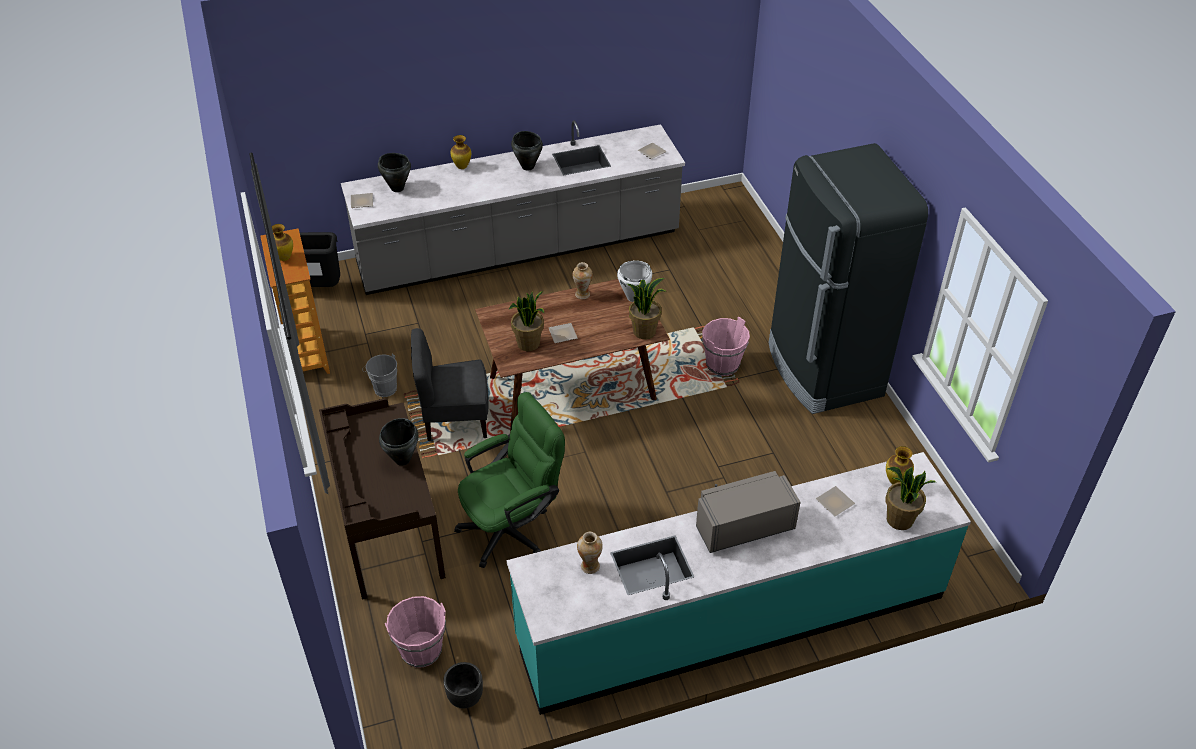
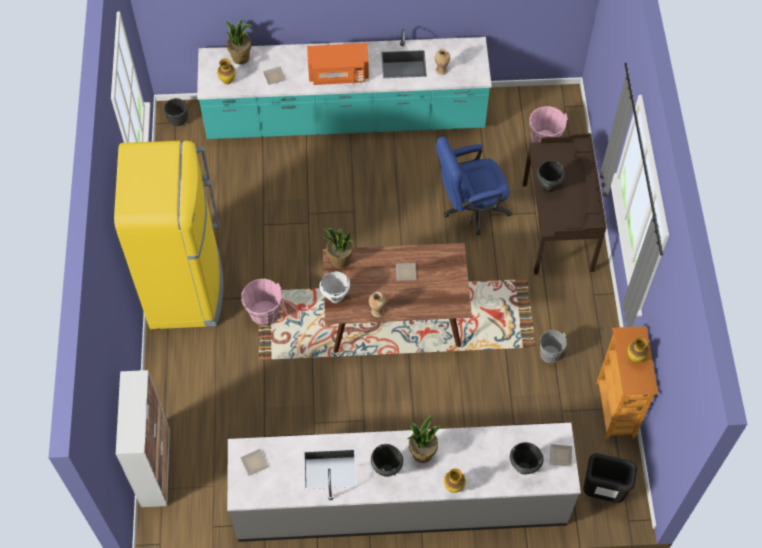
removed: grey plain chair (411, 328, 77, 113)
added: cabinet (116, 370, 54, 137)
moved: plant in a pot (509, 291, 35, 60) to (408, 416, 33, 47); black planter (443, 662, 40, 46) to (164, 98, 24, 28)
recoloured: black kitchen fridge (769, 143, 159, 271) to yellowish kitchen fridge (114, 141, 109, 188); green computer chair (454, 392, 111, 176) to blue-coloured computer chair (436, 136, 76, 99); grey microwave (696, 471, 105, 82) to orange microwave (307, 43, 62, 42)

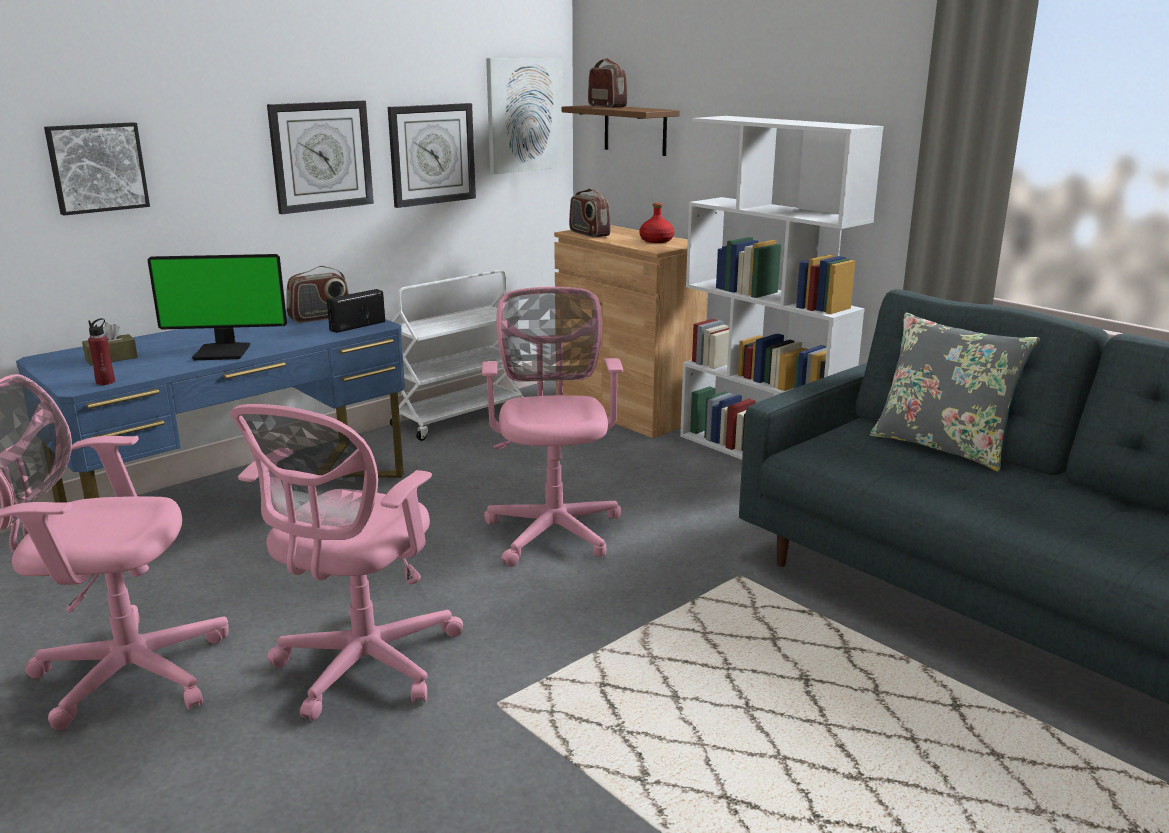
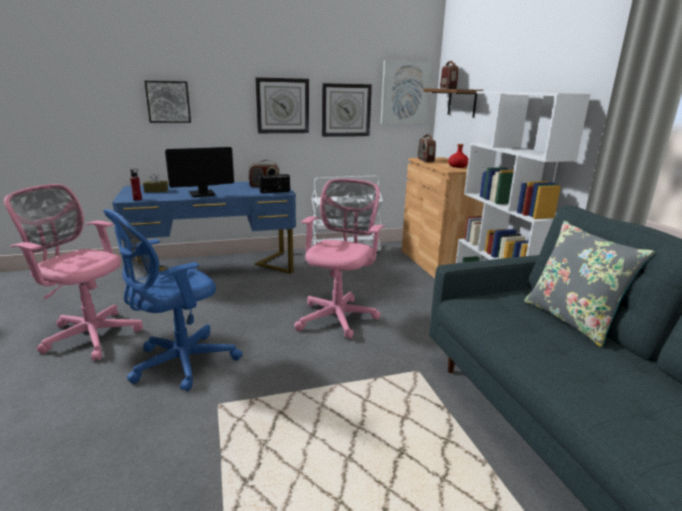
recoloured: pink computer chair (230, 404, 233, 316) to blue-coloured computer chair (103, 209, 140, 182)
turned: computer display (148, 254, 139, 106) = (165, 147, 69, 50) 135 degrees clockwise

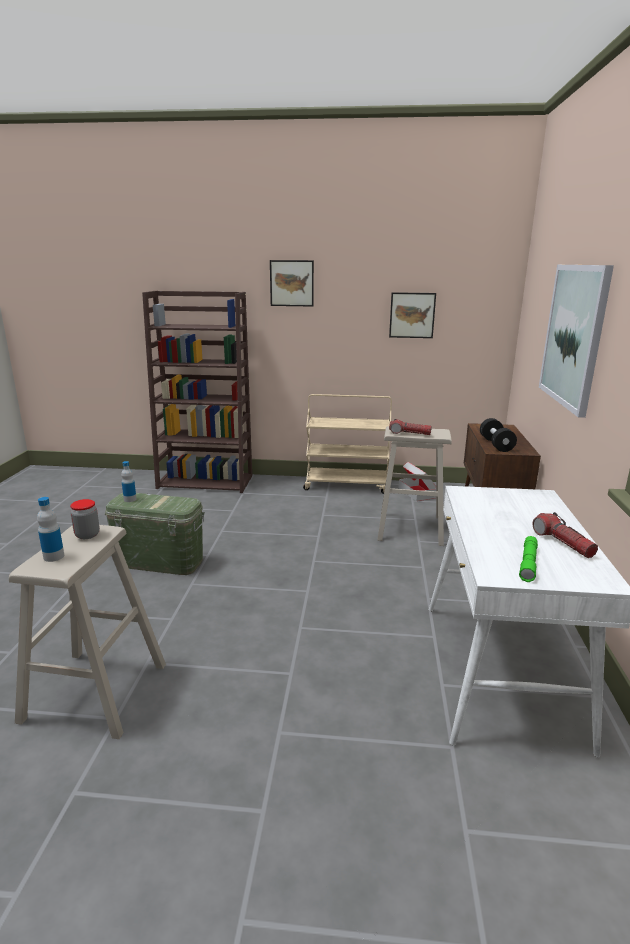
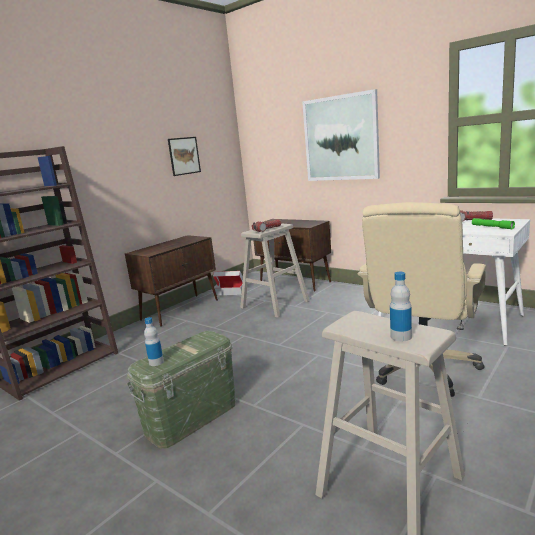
removed: wall picture (270, 260, 44, 46); black free weight (480, 418, 37, 34); storage jar (70, 499, 30, 40)
added: beige computer chair (357, 202, 129, 195)
replaced: beige trolley (303, 394, 89, 100) to brown cabinet (125, 235, 93, 92)

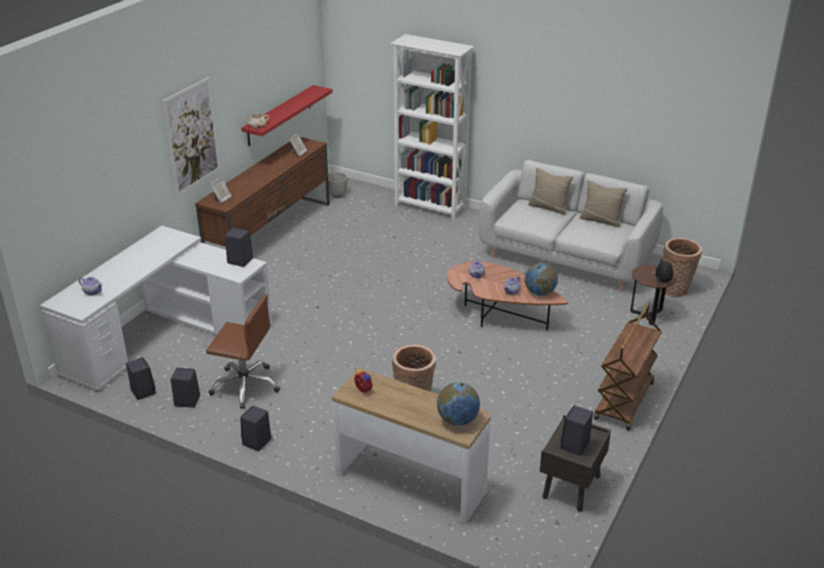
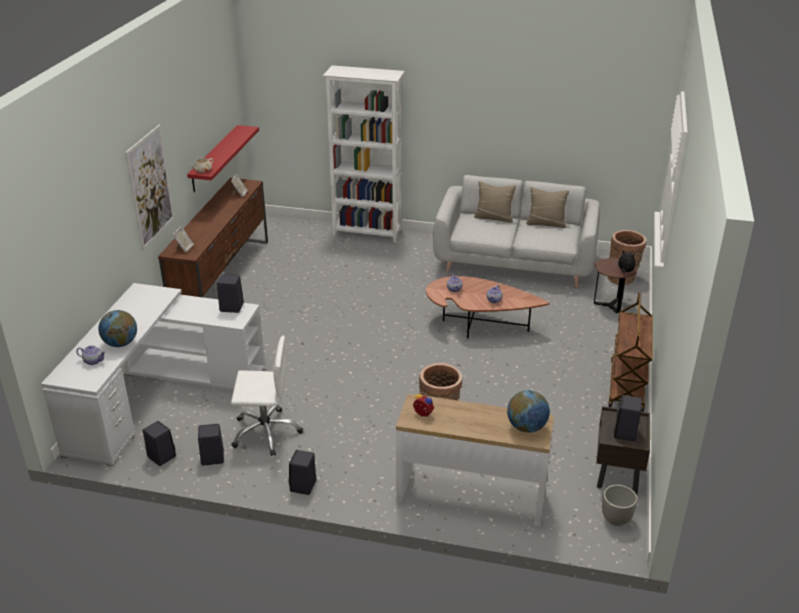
moved: planter (328, 172, 20, 26) to (602, 485, 36, 41); desk globe (525, 263, 33, 33) to (98, 310, 39, 37)
recoloured: brown computer chair (206, 294, 74, 115) to white-coloured computer chair (231, 336, 72, 120)

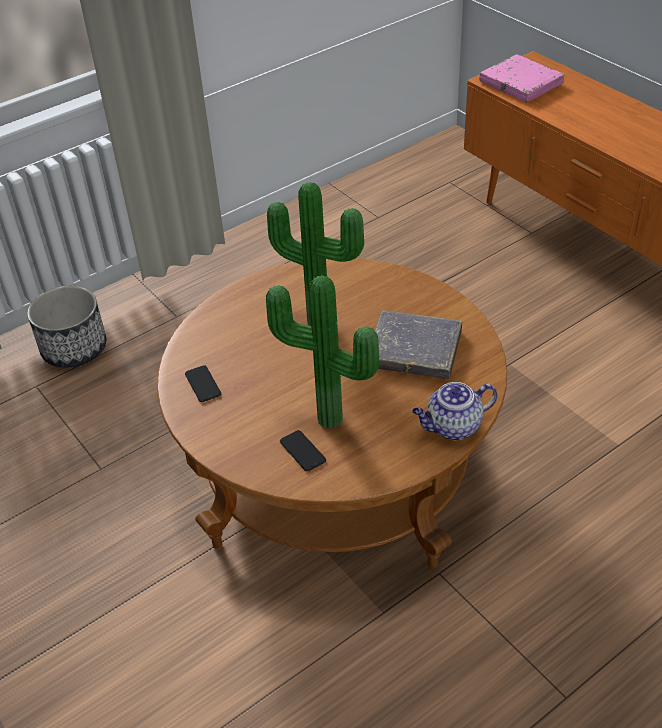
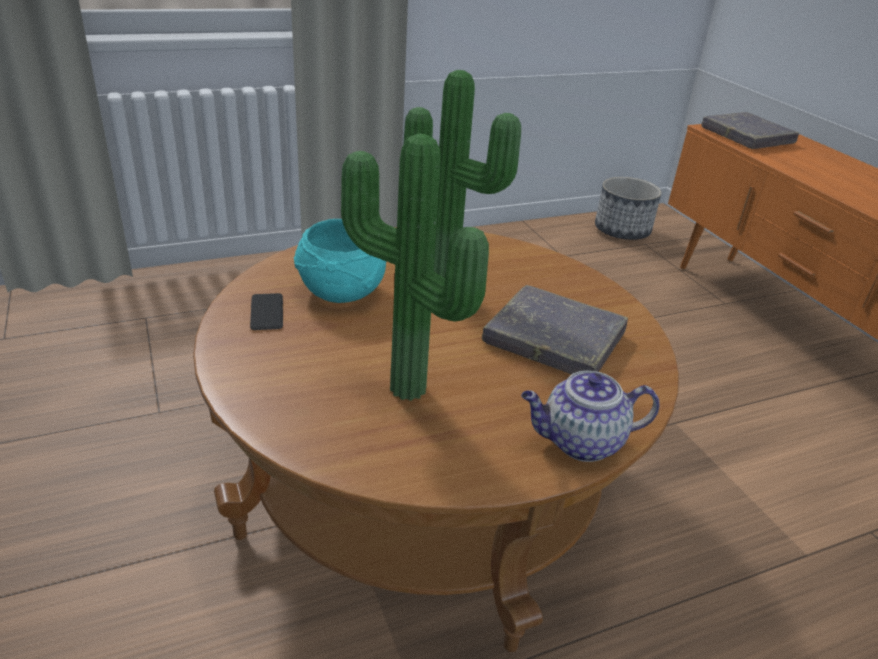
removed: phone (280, 430, 46, 42)
added: turquoise deep dish (294, 219, 92, 84)
moved: planter (27, 286, 79, 81) to (595, 177, 67, 63)
recoloured: pink volume (479, 54, 85, 48) to grey volume (701, 112, 98, 37)

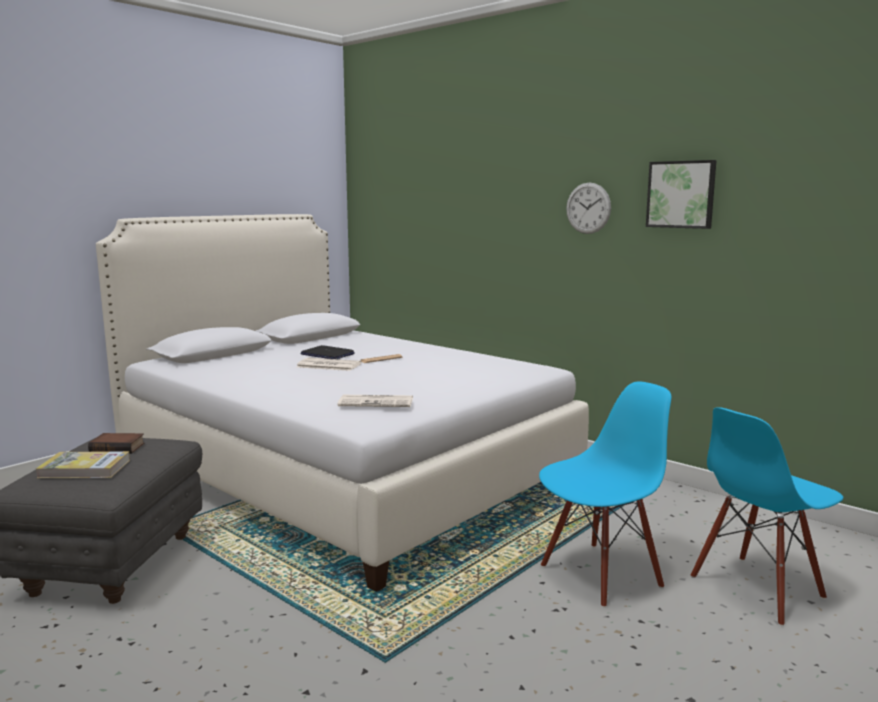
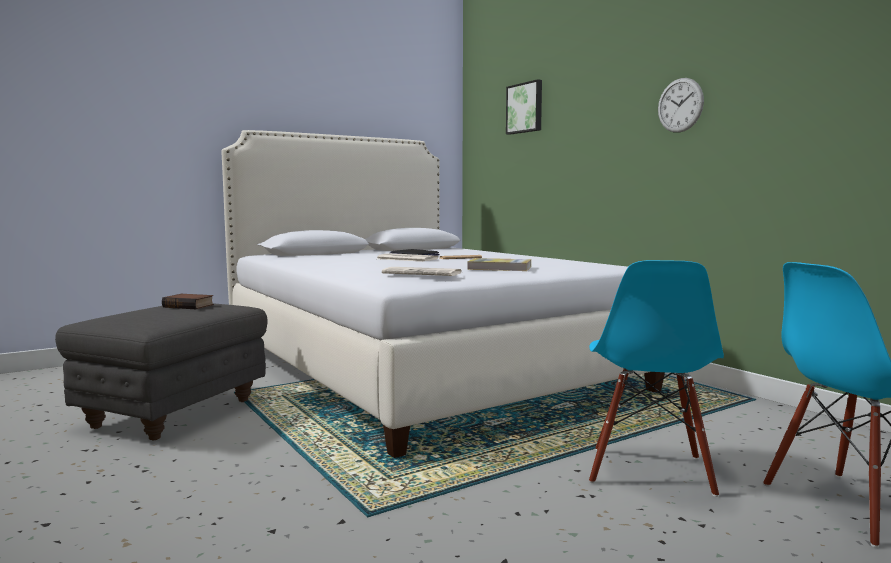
moved: wall picture (646, 160, 71, 69) to (506, 79, 36, 56); volume (36, 451, 94, 27) to (467, 258, 64, 13)
turned: blue-coloured plain chair (539, 382, 132, 226) = (589, 260, 135, 237) 120 degrees clockwise

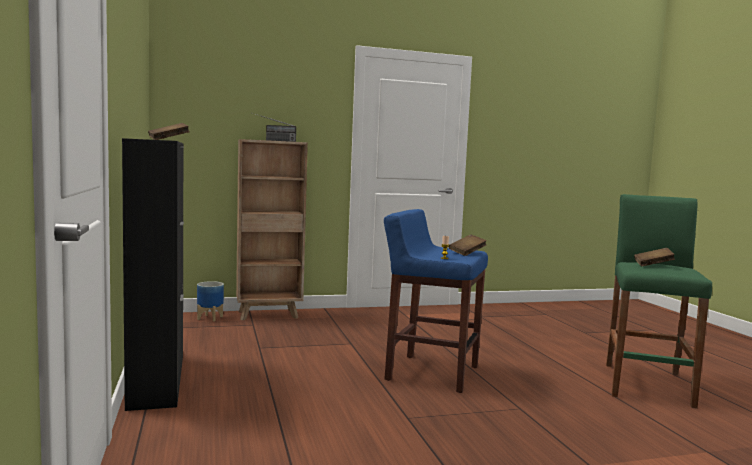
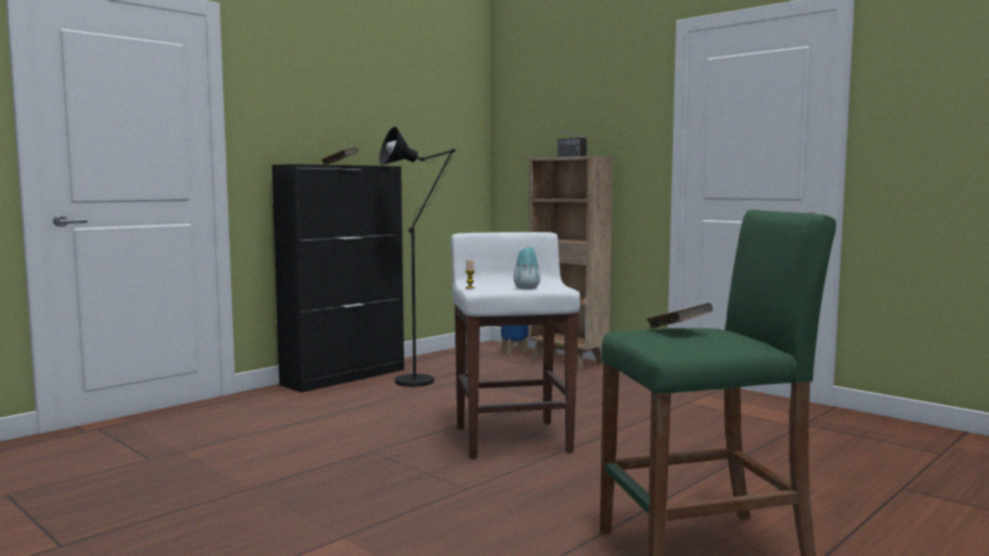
added: black floor lamp (379, 126, 89, 261)
replaced: brown volume (449, 234, 38, 22) to flower vase (513, 247, 27, 42)
recoloured: blue-coloured stool (384, 209, 104, 184) to white-coloured stool (451, 232, 129, 227)

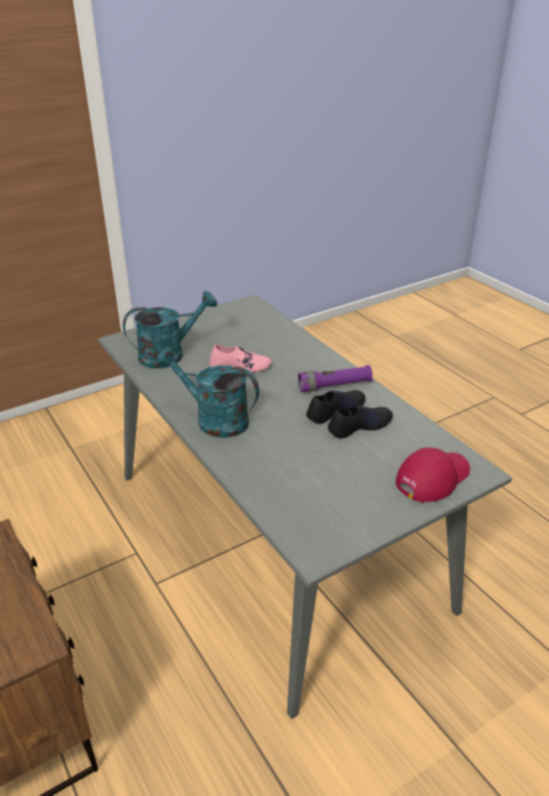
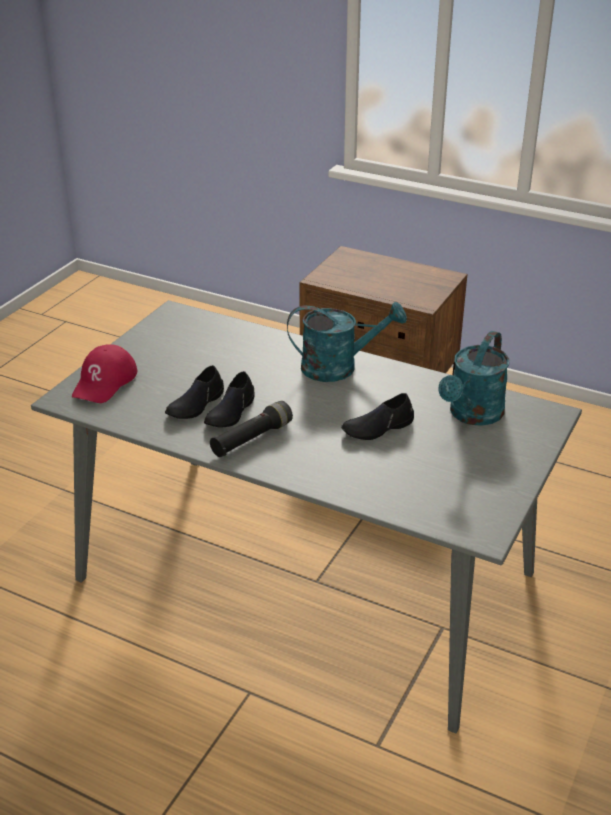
recoloured: pink shoe (210, 344, 61, 29) to black shoe (341, 393, 73, 47); purple-coloured hand torch (298, 365, 75, 27) to black hand torch (210, 401, 83, 56)

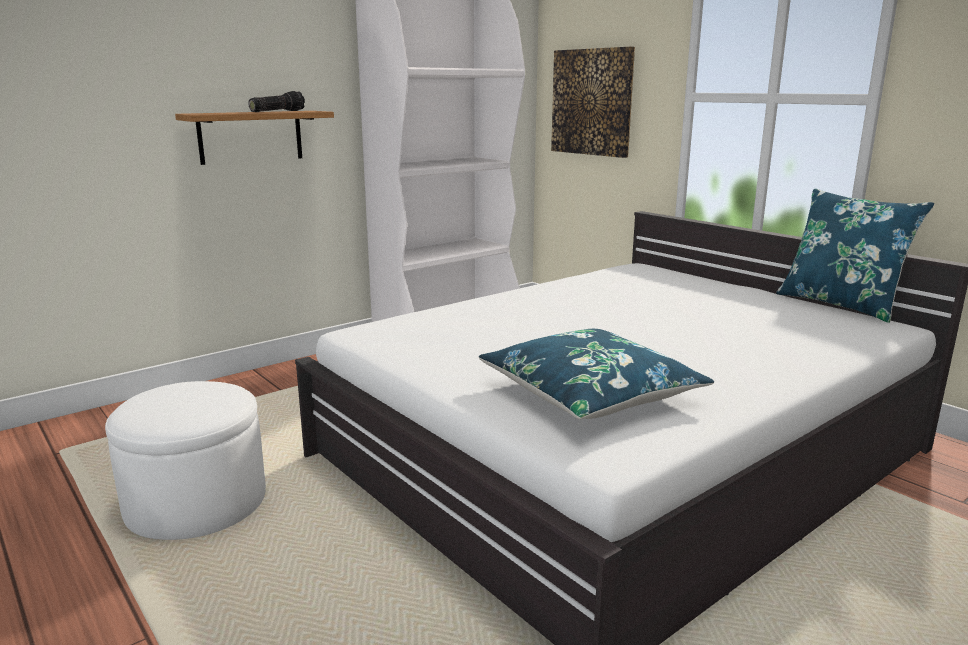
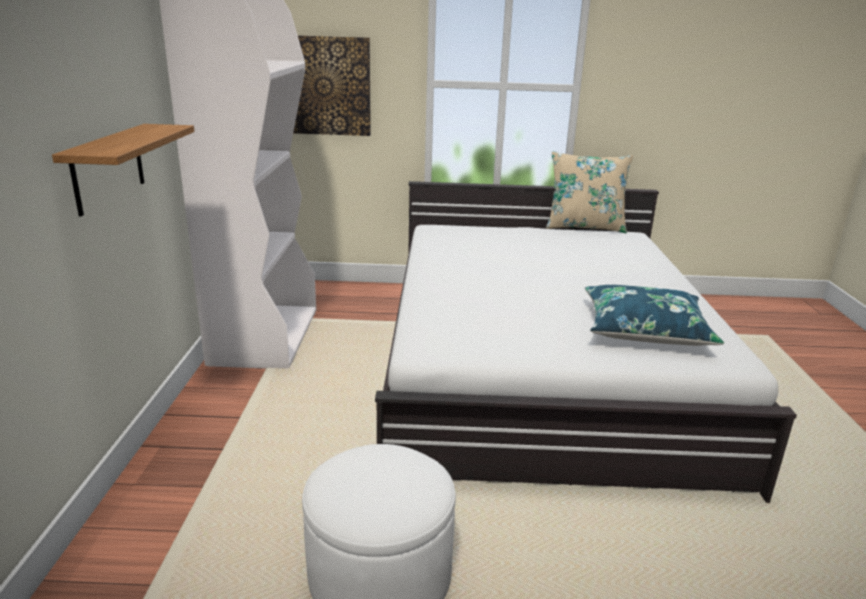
removed: hand torch (248, 91, 57, 21)
recoloured: blue-coloured throw pillow (776, 189, 158, 134) to beige throw pillow (546, 151, 87, 82)

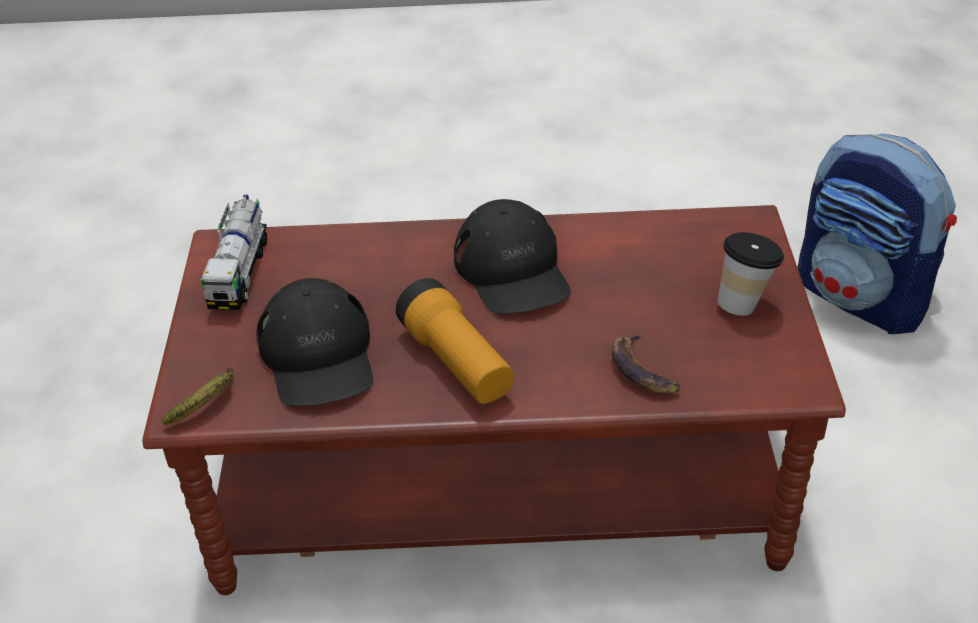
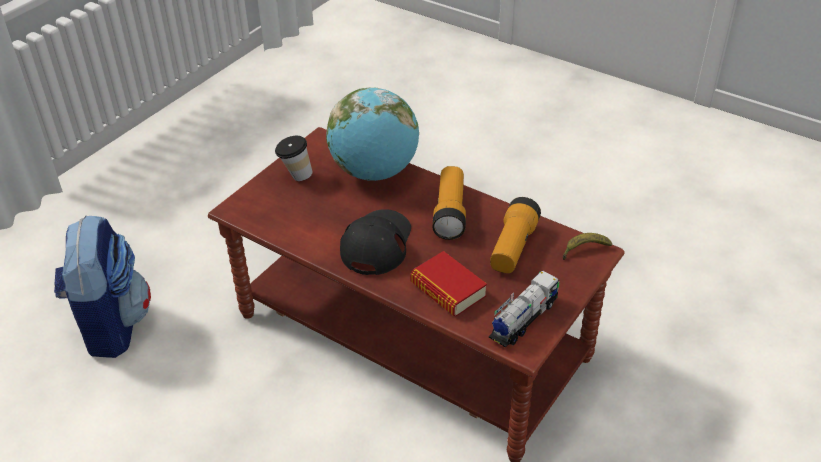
added: volume (410, 251, 77, 65)
replaced: black cap (257, 278, 116, 128) to hand torch (490, 197, 51, 76); banana (612, 333, 69, 61) to desk globe (326, 87, 93, 94)

